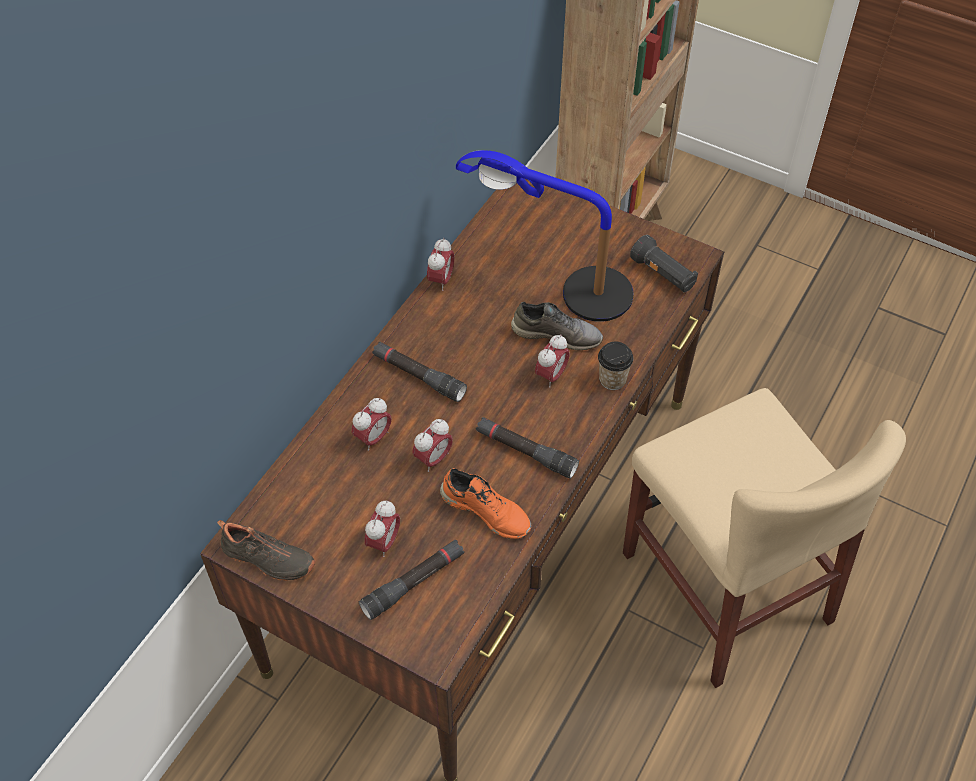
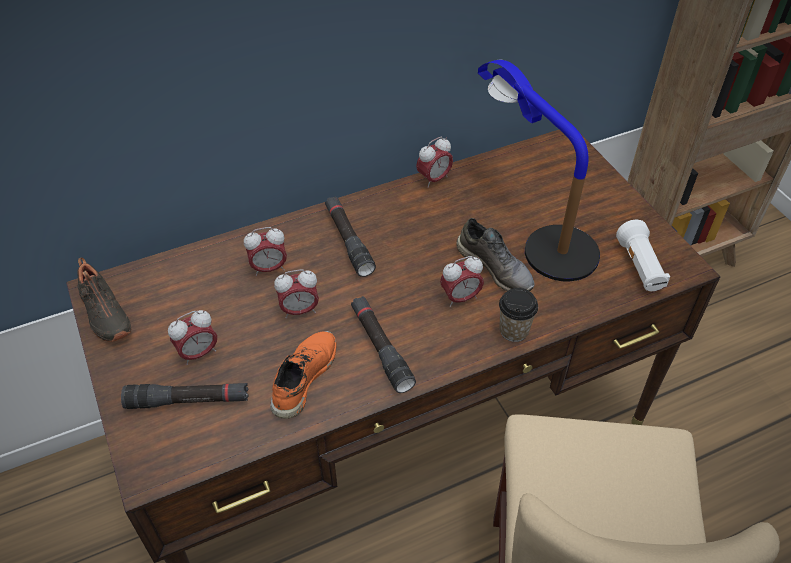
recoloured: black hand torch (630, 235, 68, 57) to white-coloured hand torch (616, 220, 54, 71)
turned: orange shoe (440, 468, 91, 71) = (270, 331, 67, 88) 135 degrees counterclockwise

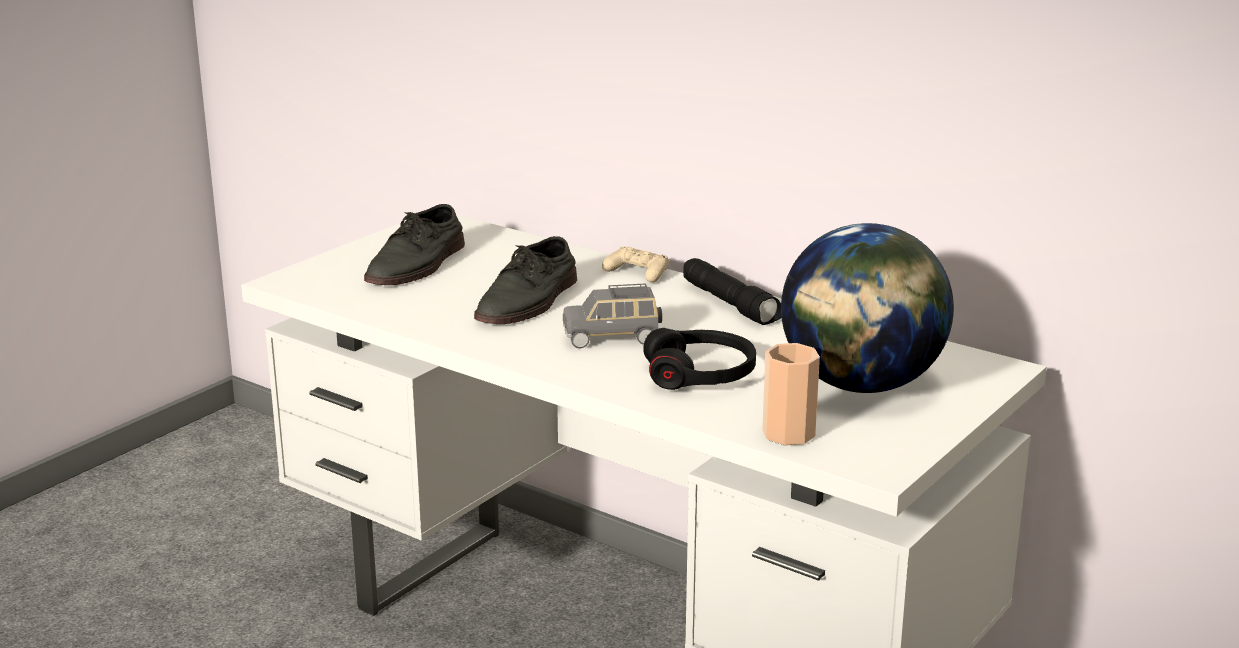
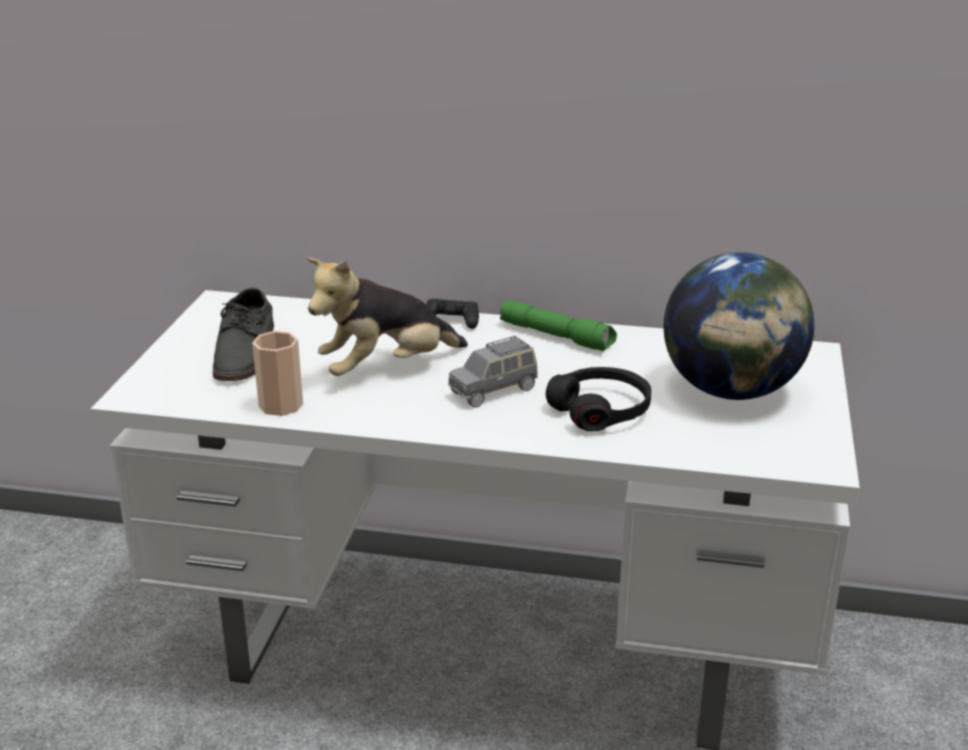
moved: drinking cup (762, 343, 58, 102) to (252, 331, 51, 85)
replaced: grey shoe (474, 236, 103, 88) to plush toy (306, 258, 162, 118)
recoloured: beige game controller (602, 246, 67, 37) to black game controller (426, 298, 53, 31); black hand torch (683, 258, 99, 67) to green hand torch (500, 300, 117, 51)

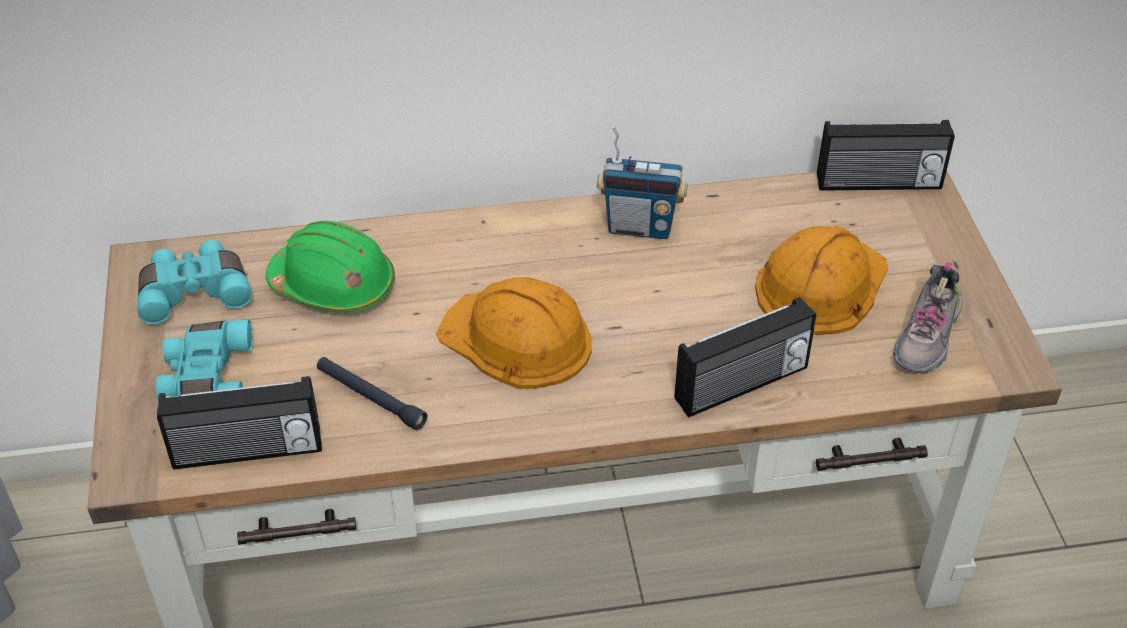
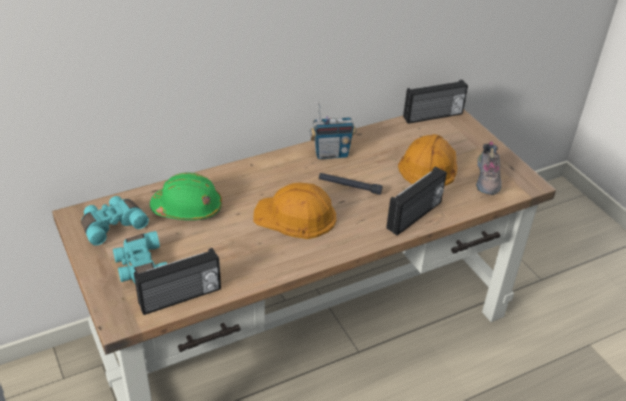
moved: black hand torch (317, 357, 110, 73) to (319, 173, 64, 22)

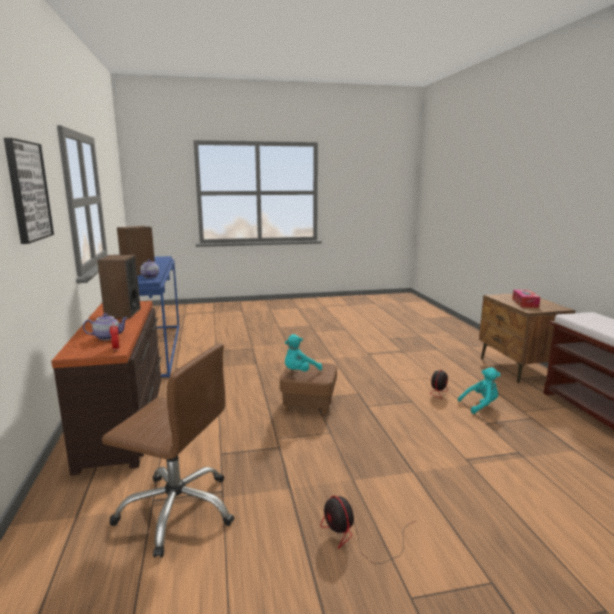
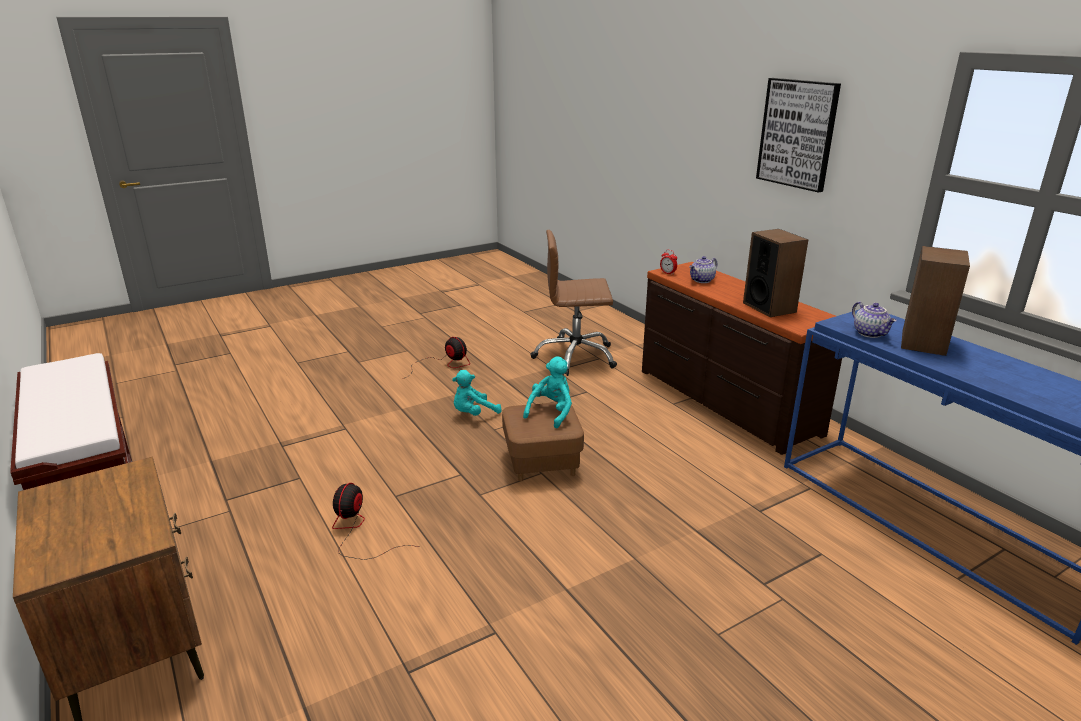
removed: box of tissues (512, 289, 28, 19)
moved: turquoise plush toy (458, 367, 42, 47) to (452, 370, 50, 46)

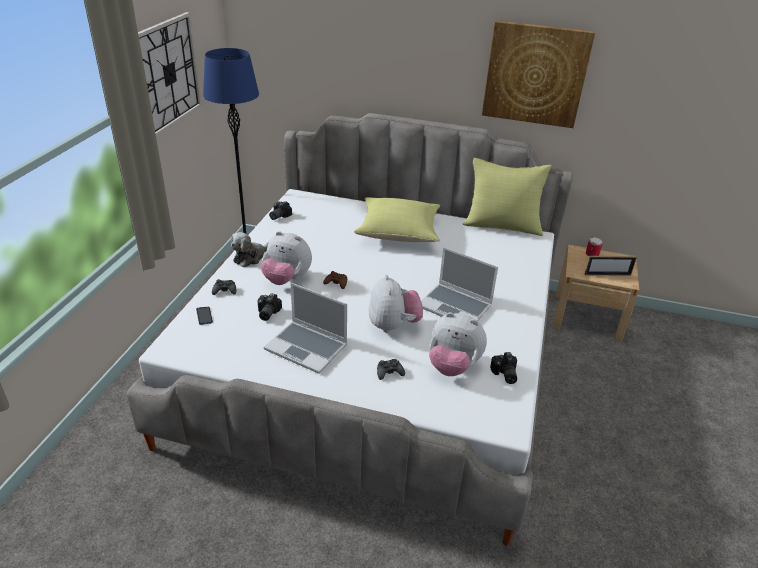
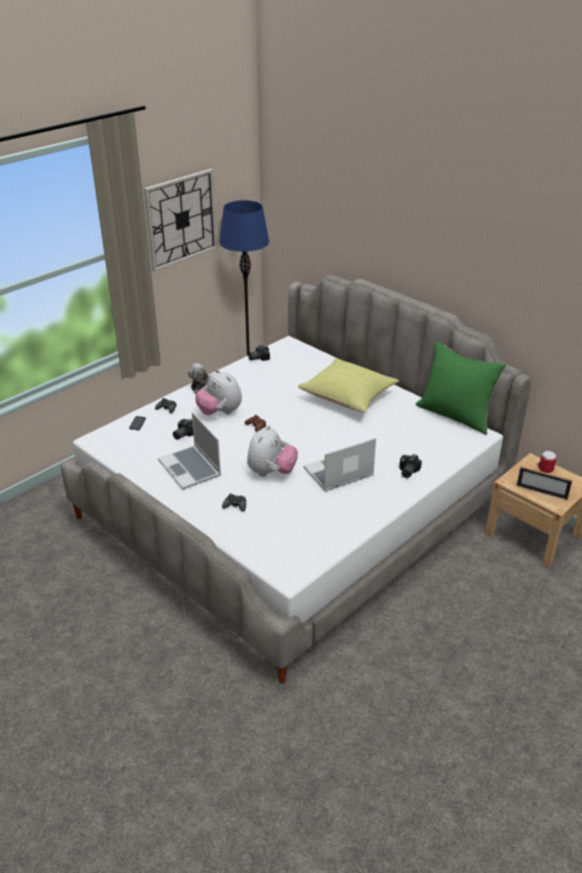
removed: wall picture (482, 21, 113, 107); plush toy (429, 312, 58, 64)
moved: photo camera (490, 352, 27, 32) to (399, 454, 23, 24)
recoloured: yellowish throw pillow (462, 158, 90, 78) to green throw pillow (416, 341, 90, 94)
turned: laptop (421, 247, 77, 74) = (304, 438, 72, 53) 90 degrees clockwise

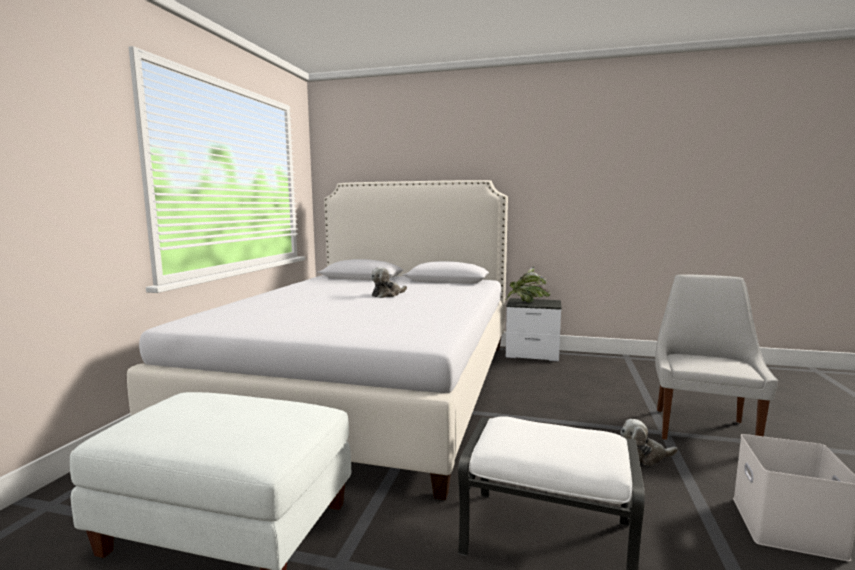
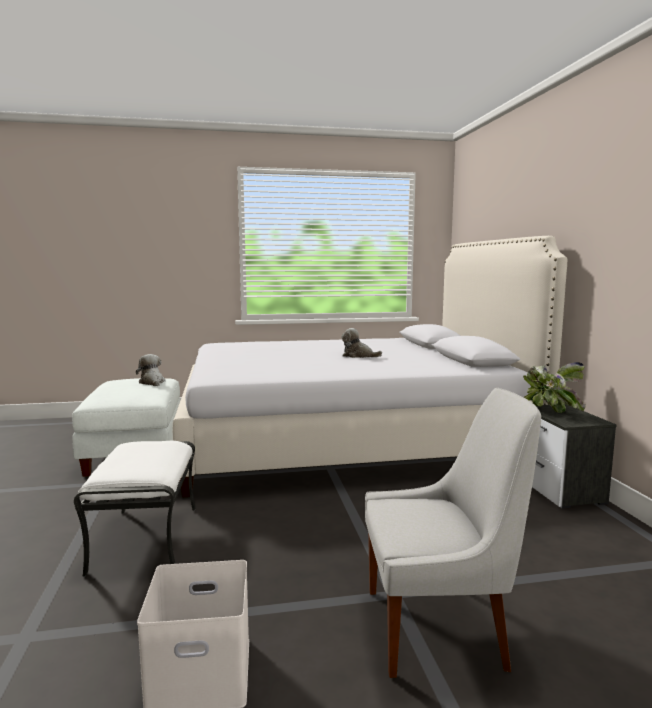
moved: plush toy (620, 419, 58, 47) to (136, 354, 30, 32)

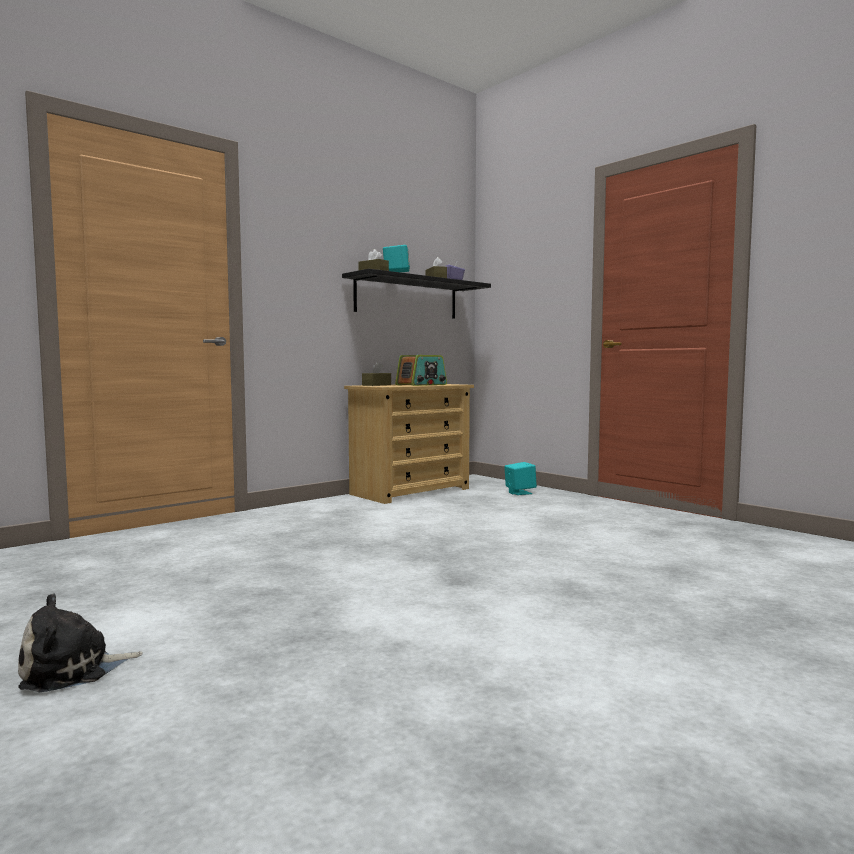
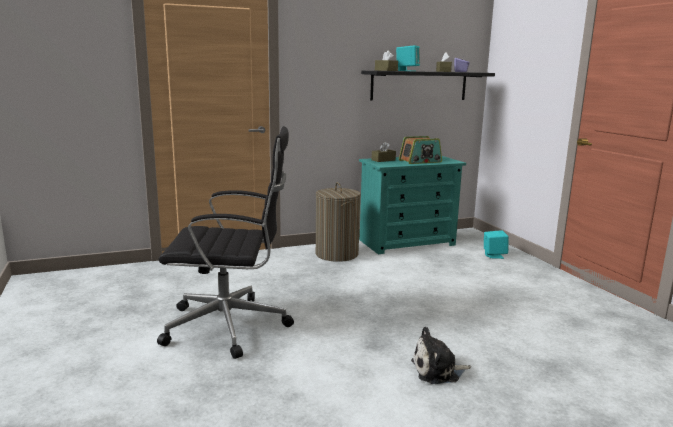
added: black computer chair (157, 126, 137, 233); washing basket (316, 182, 45, 80)
moved: plush toy (18, 593, 125, 99) to (411, 327, 60, 57)
recoloured: beige chest of drawers (344, 384, 130, 120) to turquoise chest of drawers (359, 156, 107, 98)

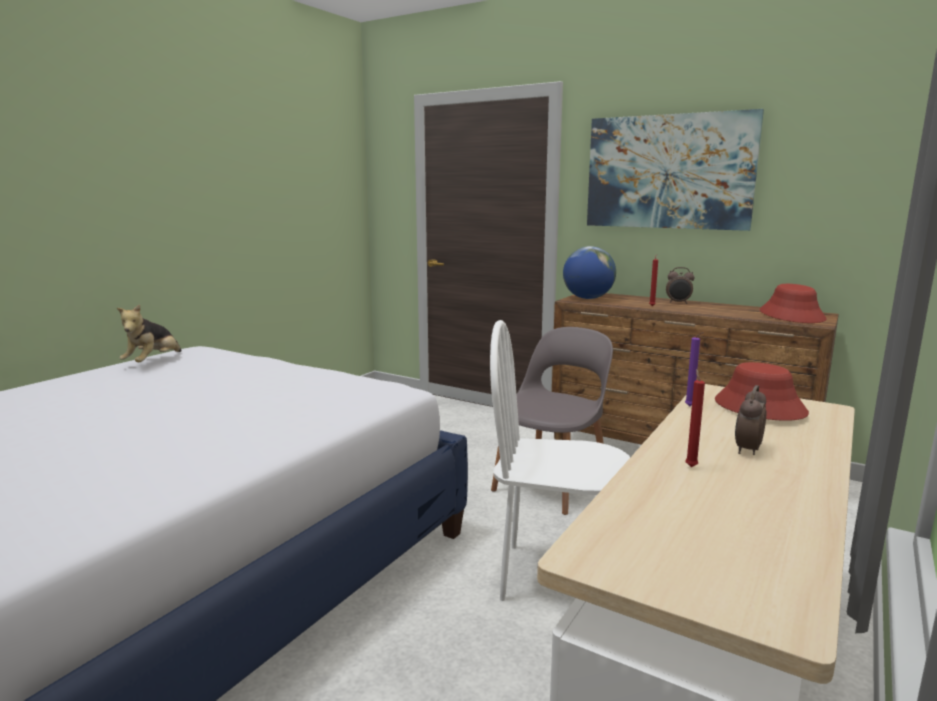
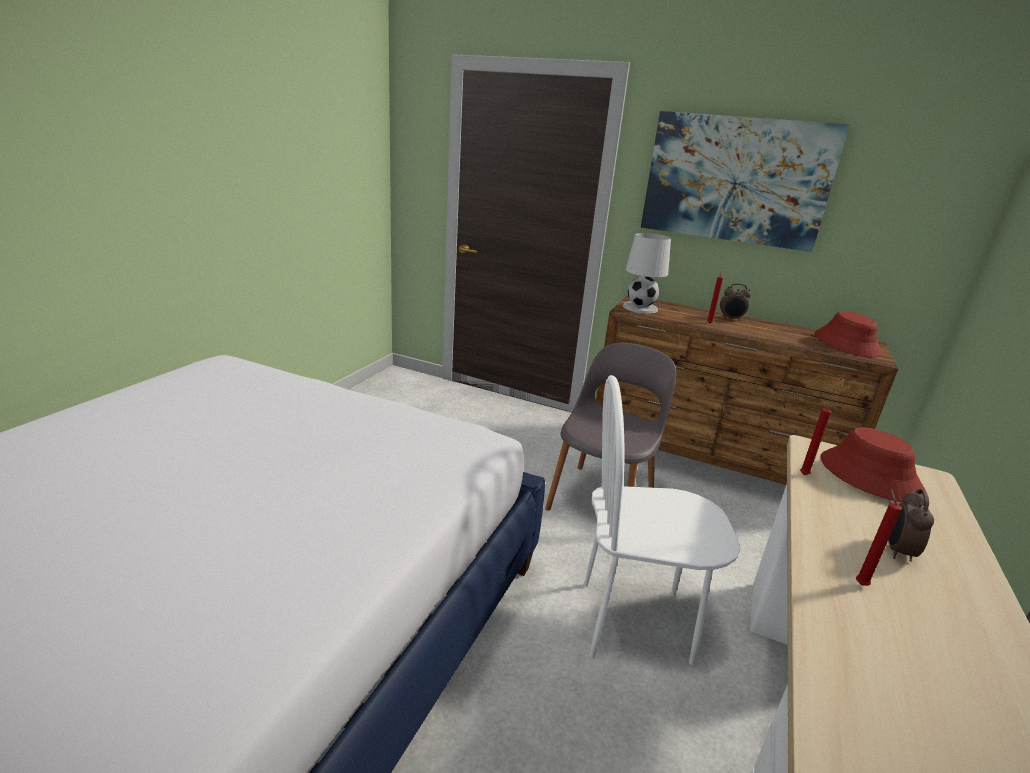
removed: plush toy (117, 304, 65, 58)
replaced: desk globe (563, 246, 53, 53) to white-coloured table lamp (623, 233, 48, 81)
recoloured: purple-coloured wax light (685, 332, 19, 74) to red wax light (800, 405, 38, 70)

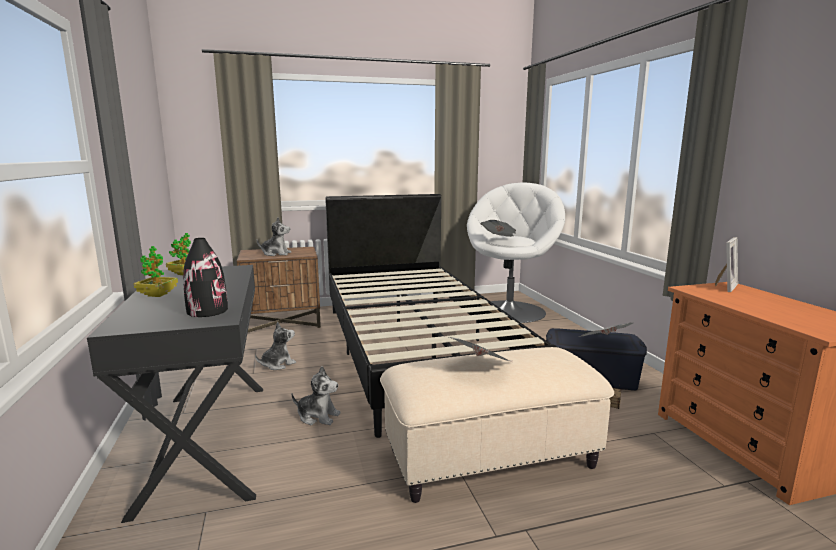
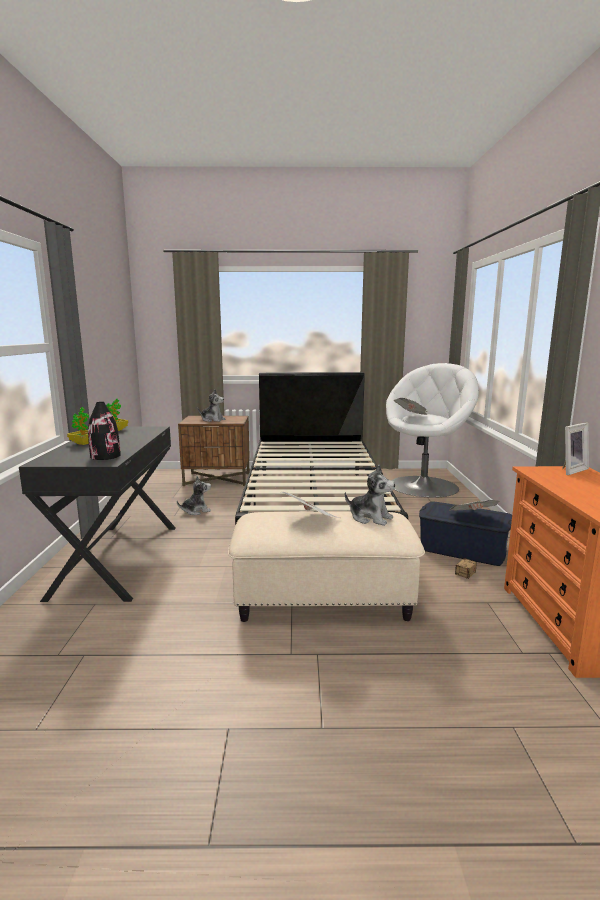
moved: plush toy (292, 366, 48, 59) to (345, 465, 50, 61)

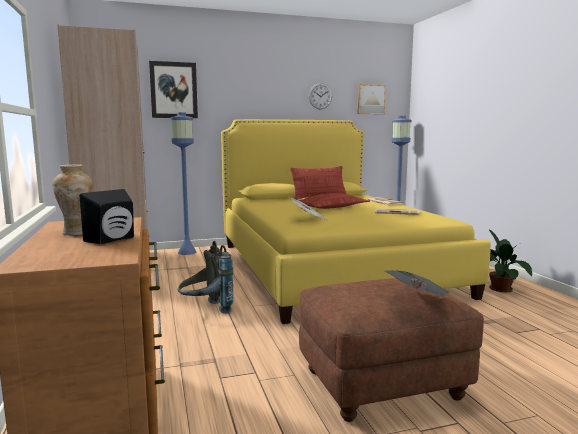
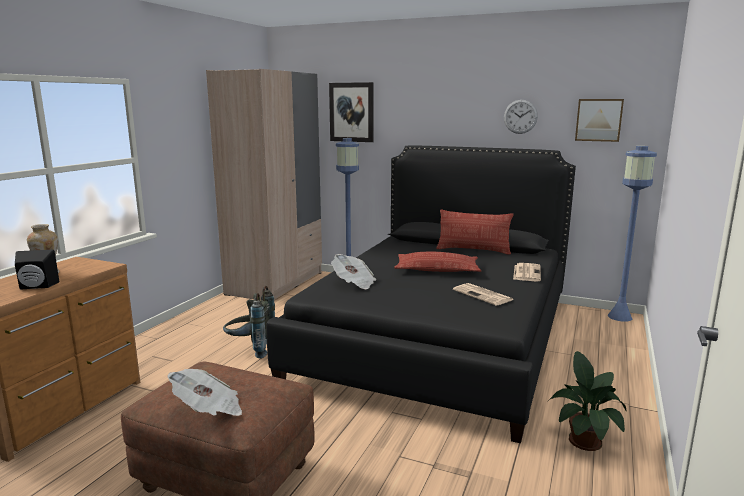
recoloured: yellowish bedroom bed (221, 119, 270, 205) to black bedroom bed (266, 145, 310, 298)

